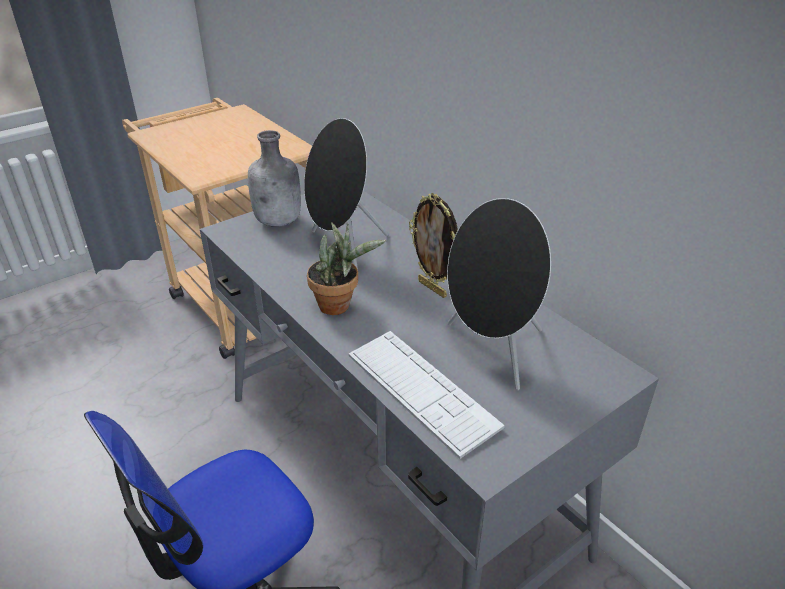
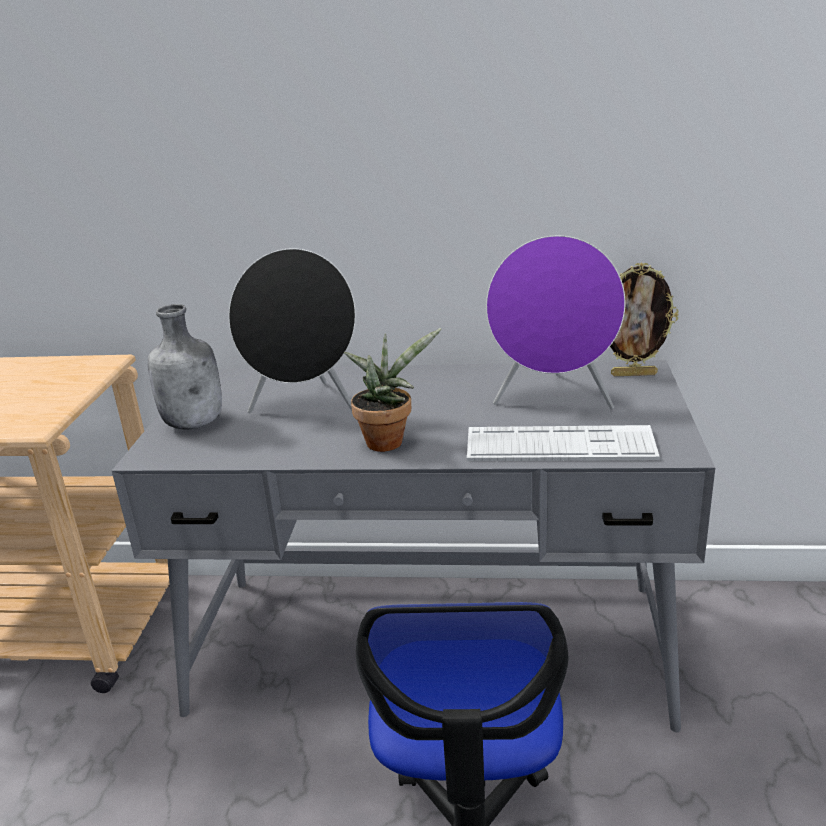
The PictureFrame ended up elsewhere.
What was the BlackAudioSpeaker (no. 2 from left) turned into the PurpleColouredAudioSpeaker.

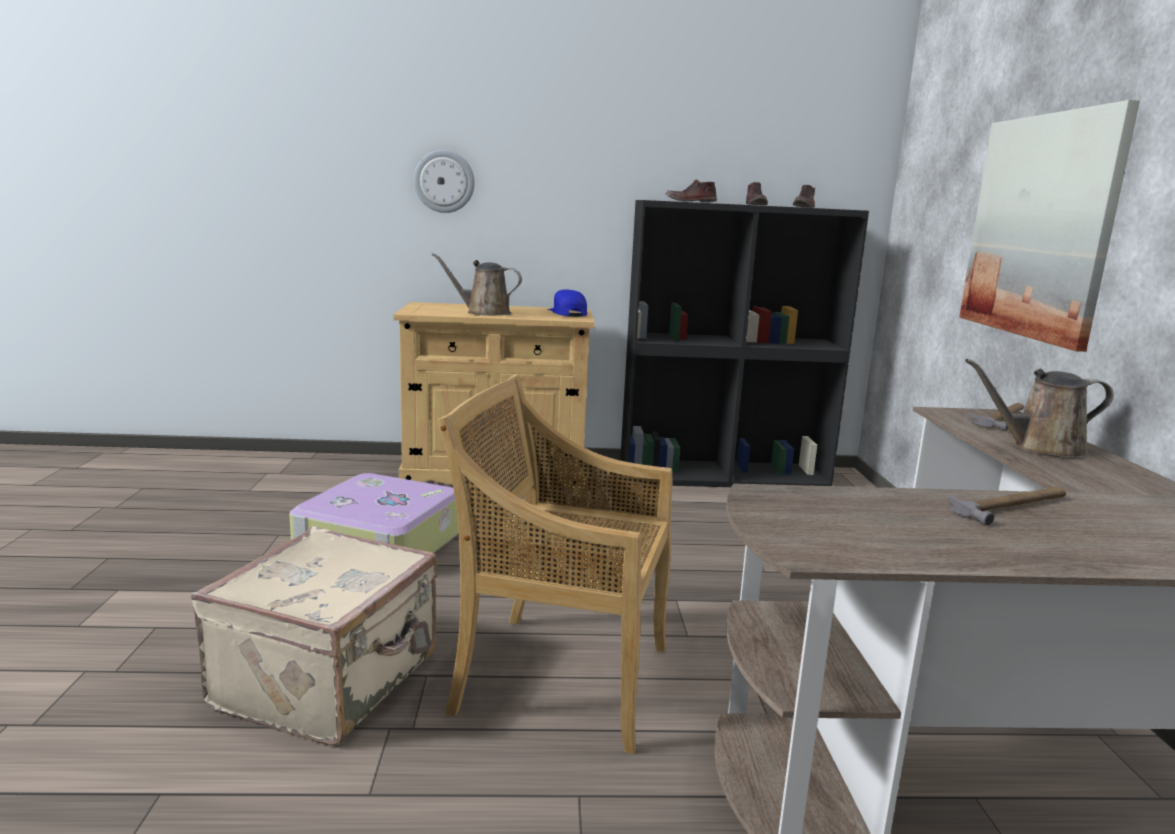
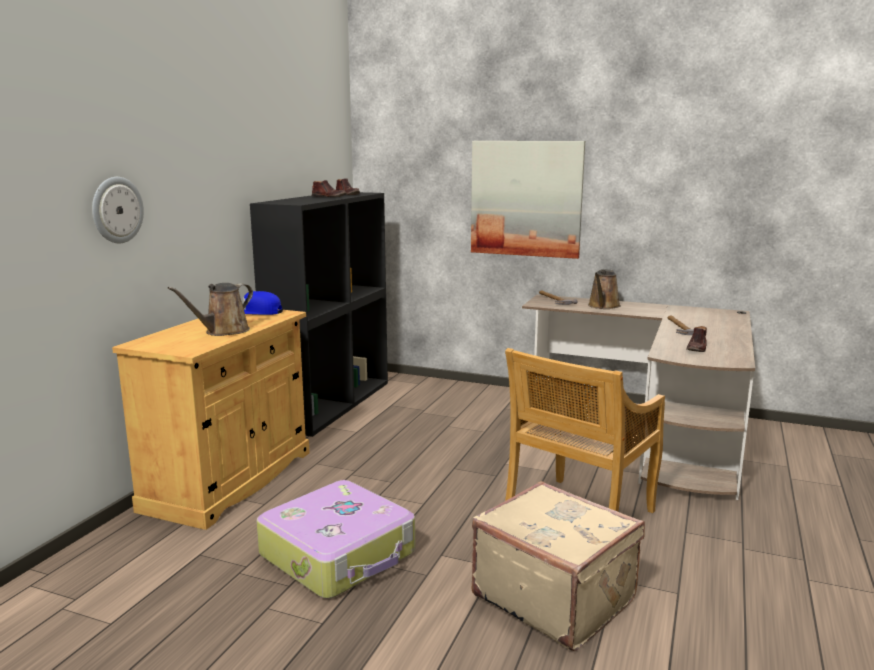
The BrownishShoe (no. 1 from left in the first image) ended up elsewhere.

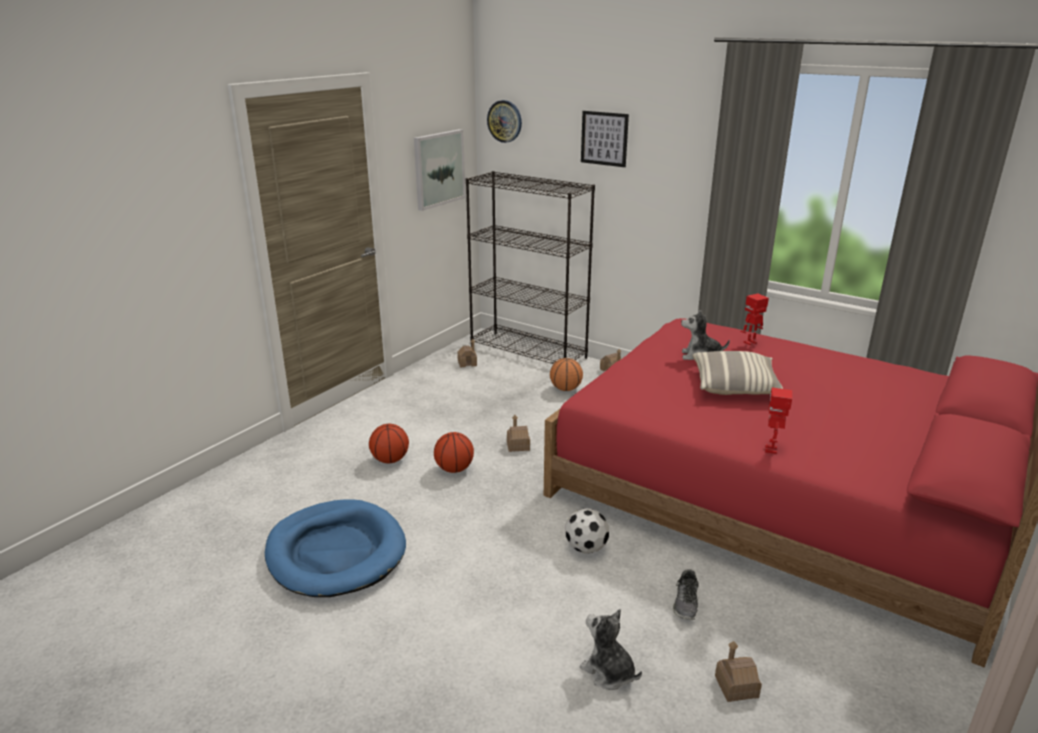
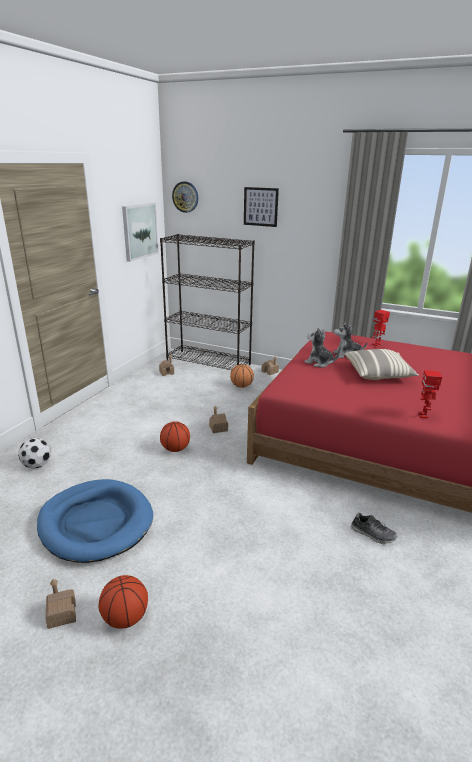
The Basketball (no. 1 from left) ended up elsewhere.
The FootballBall ended up elsewhere.
The PlushToy (no. 1 from left) ended up elsewhere.
The MiniatureHouse (no. 4 from left in the first image) ended up elsewhere.
The Shoe ended up facing another way, 60 degrees counterclockwise from before.

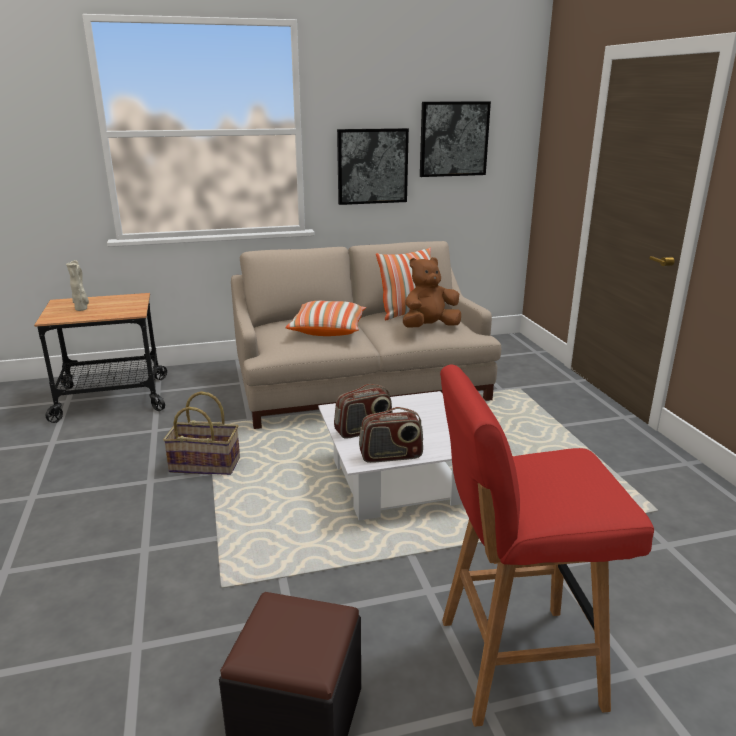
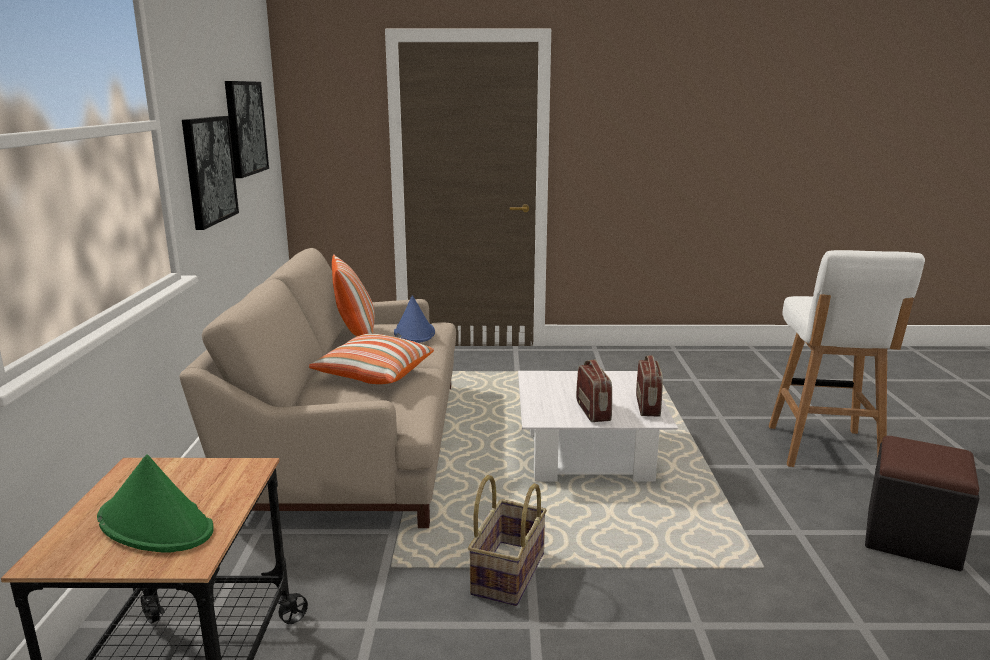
Where the BeigeColouredDecorativeVase stood, the GreenWearableHat came to stand.
Where the BrownishPlushToy stood, the BluishWearableHat came to stand.
What was the RedColouredSittingStool turned into the WhiteSittingStool.

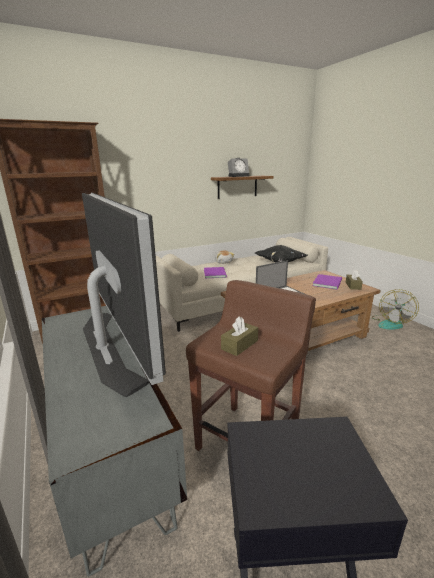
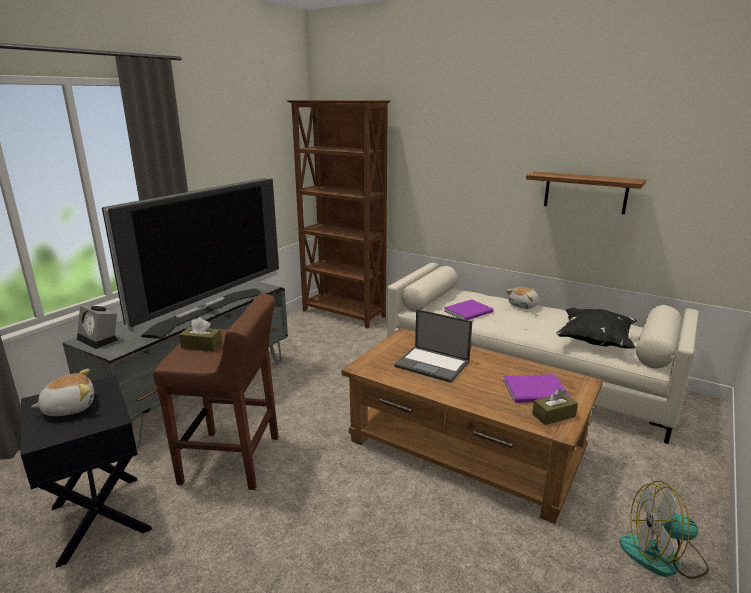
The second view gained the PlushToy (no. 1 from left).
The TableClock ended up elsewhere.

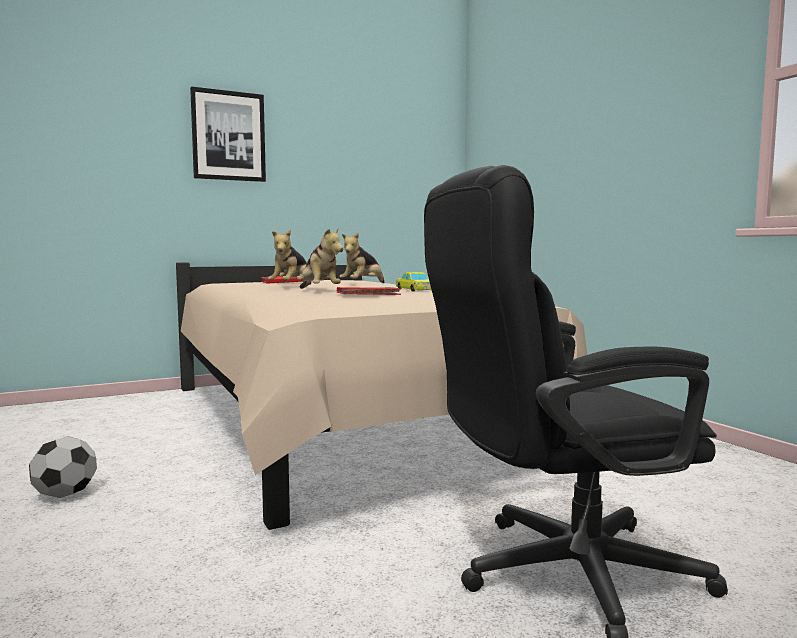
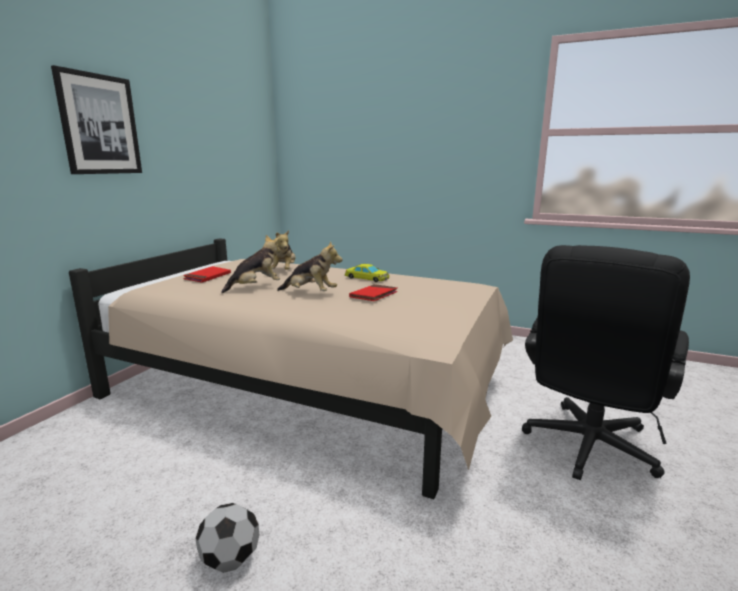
The PlushToy (no. 1 from left) ended up facing another way, 105 degrees counterclockwise from before.

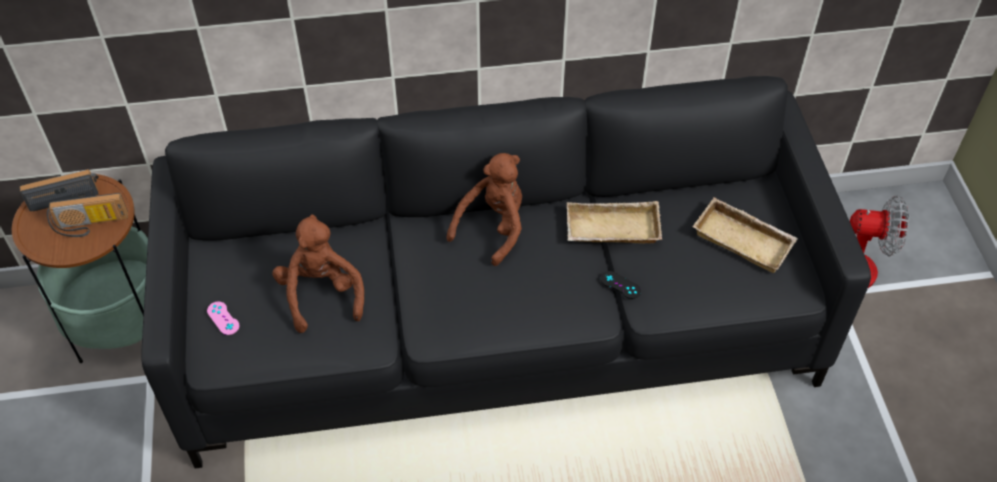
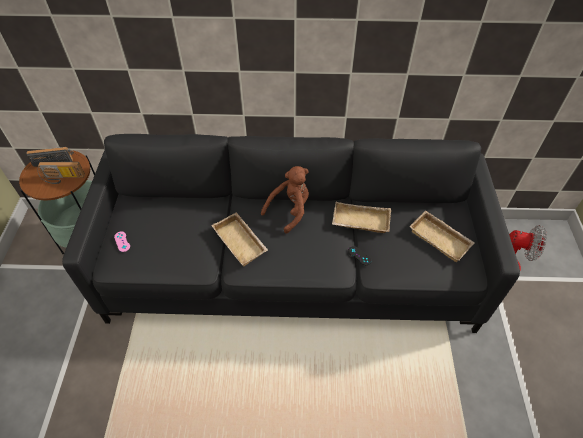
The second view lost the BrownishPlushToy (no. 1 from left).
The second view gained the BeigeColouredTray (no. 1 from left).

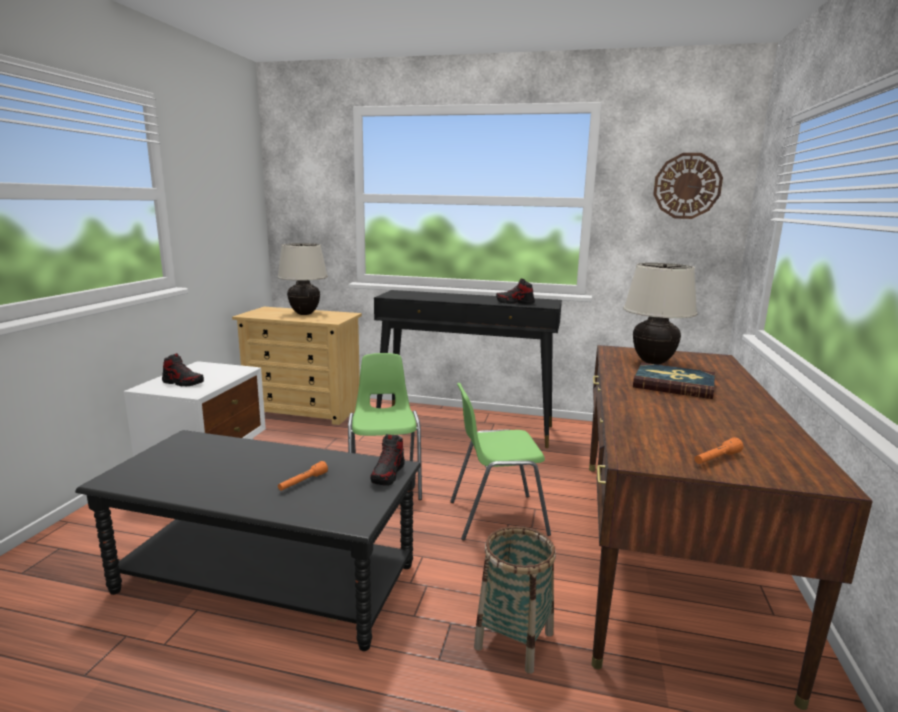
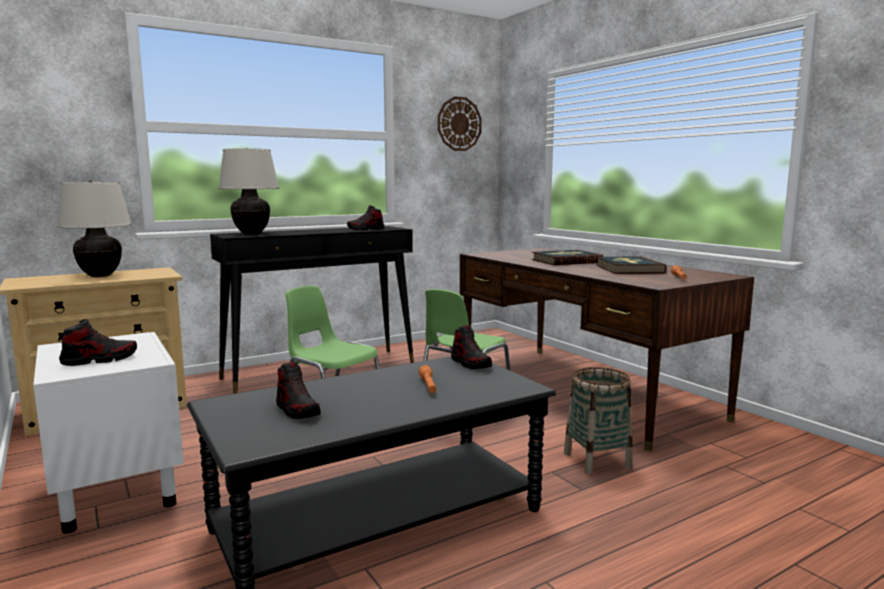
The second view gained the Shoe (no. 2 from left).
The second view gained the BoundBook (no. 2 from left).
The BeigeColouredLampForATable (no. 2 from left) ended up elsewhere.

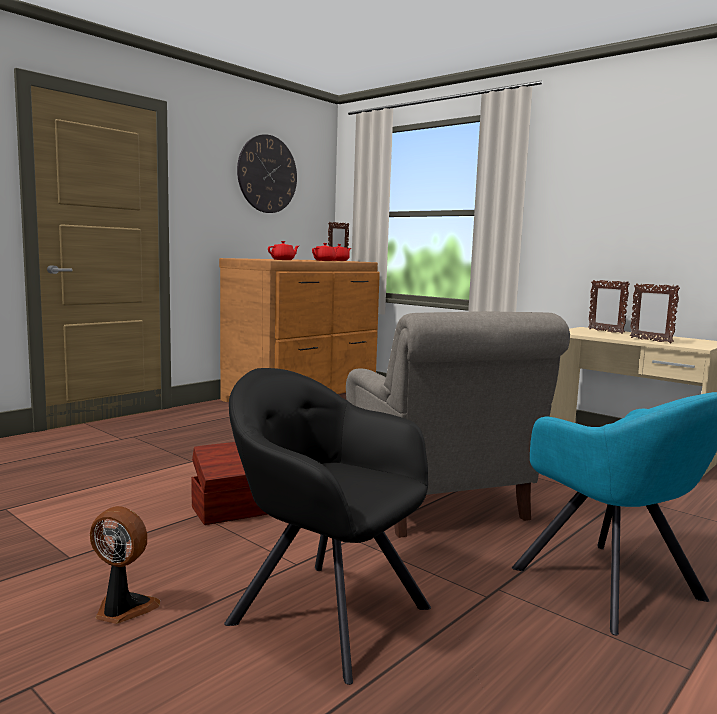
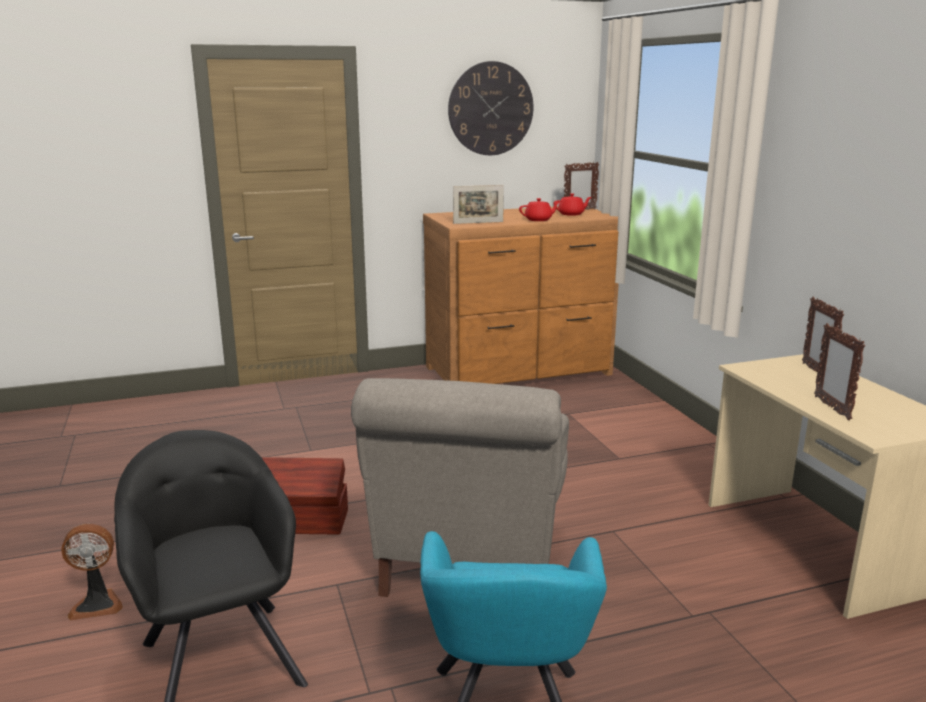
Where the RedColouredTeaPot (no. 1 from left) stood, the PictureFrame (no. 1 from left) came to stand.
The Fan ended up facing another way, 120 degrees clockwise from before.

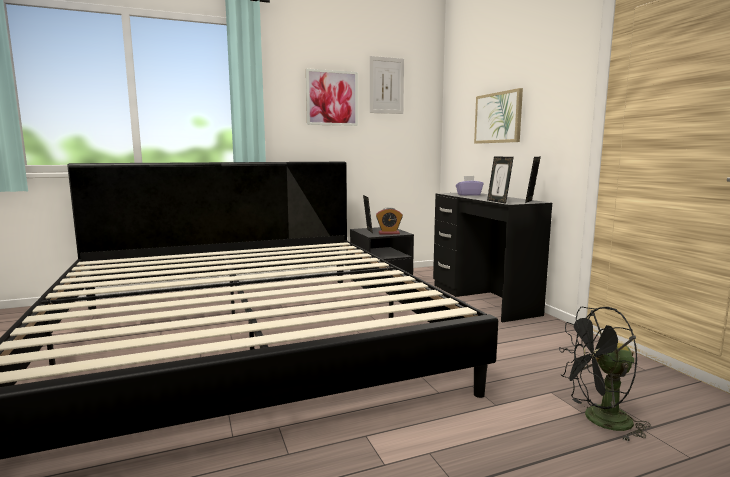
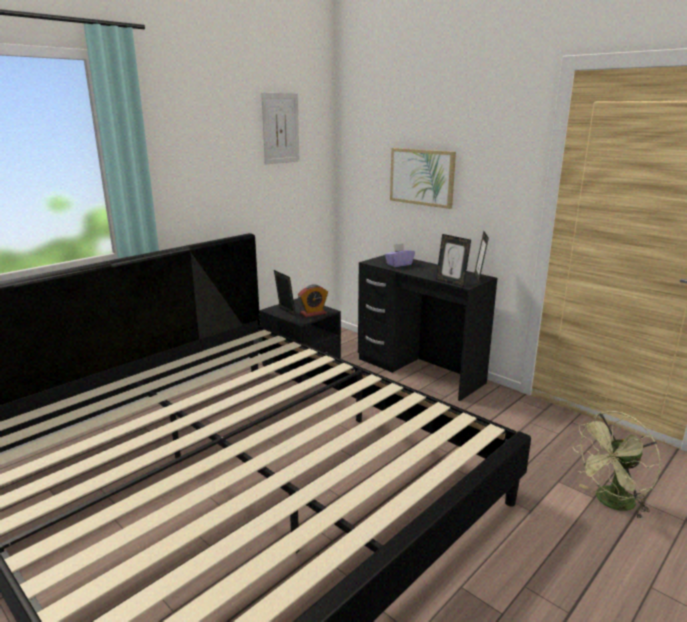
The second view lost the WallArt (no. 1 from left).
What was the BlackFan turned into the GreenFan.

